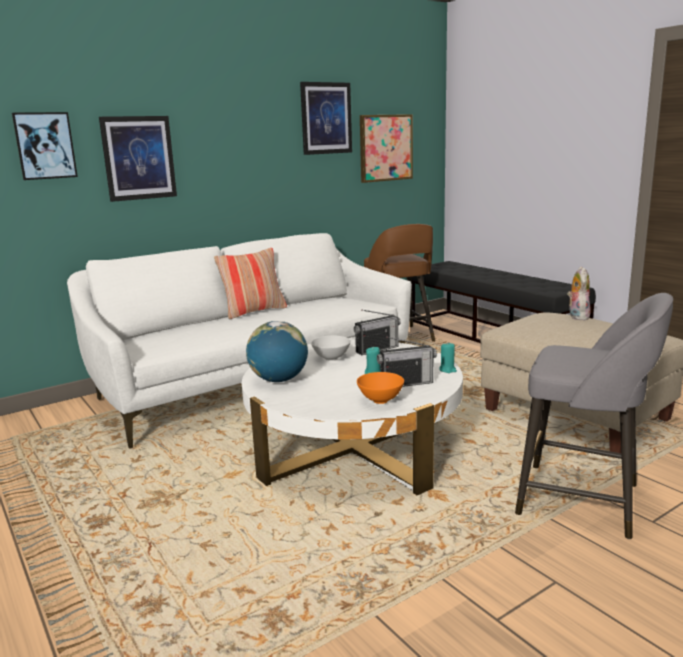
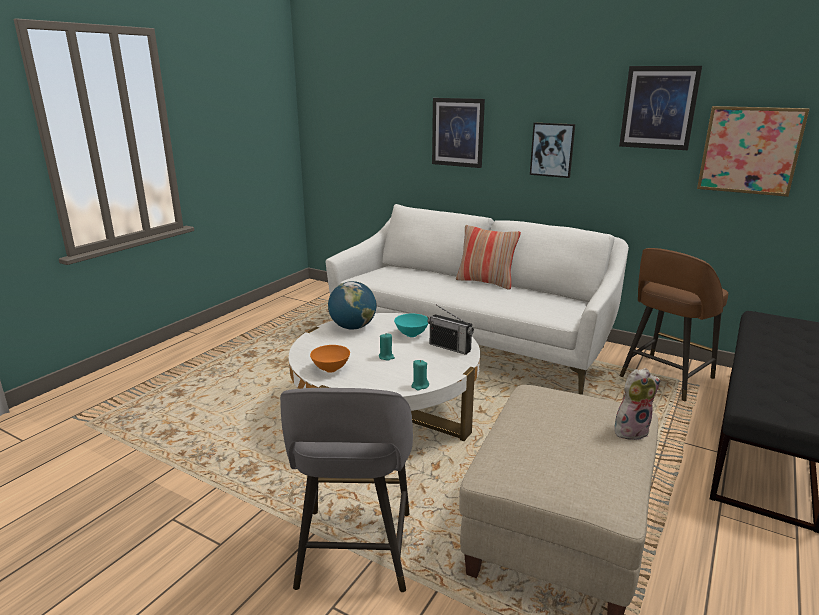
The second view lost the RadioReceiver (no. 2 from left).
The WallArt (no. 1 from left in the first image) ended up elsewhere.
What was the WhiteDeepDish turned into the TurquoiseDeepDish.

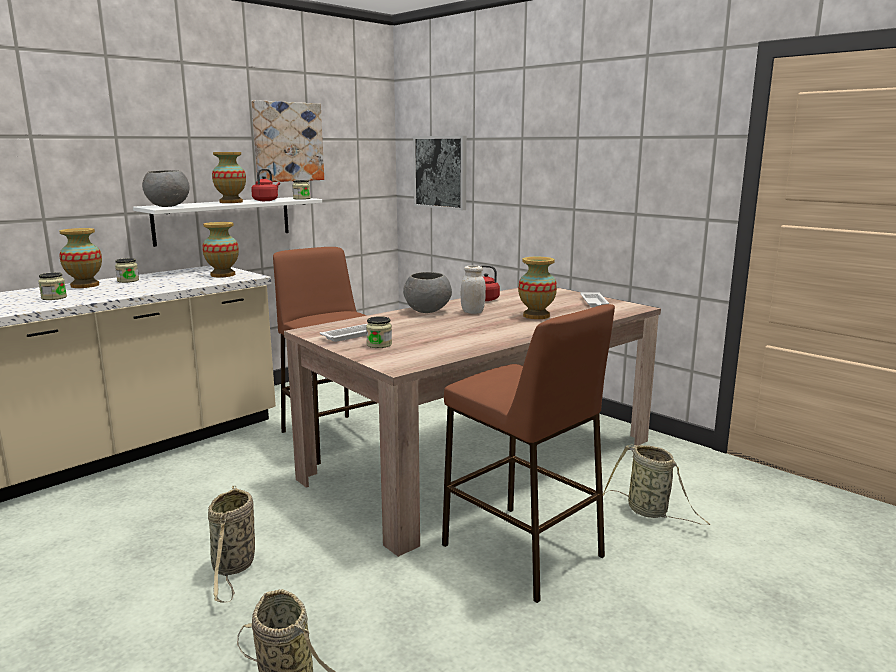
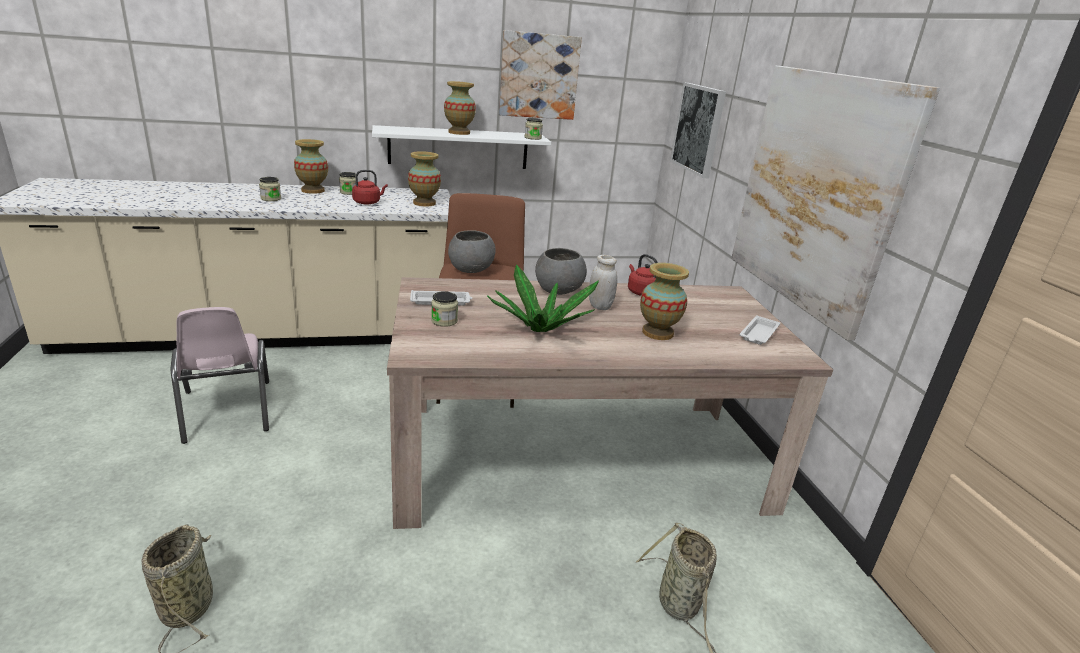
The second view lost the Basket (no. 1 from left).
The second view lost the BrownishSittingStool (no. 2 from left).
The second view gained the PinkishUprightChair.
The second view gained the Houseplant.
The second view gained the WallArt (no. 3 from left).
The GreyishDeepDish (no. 1 from left) ended up elsewhere.
The RedColouredKettle (no. 1 from left) ended up elsewhere.

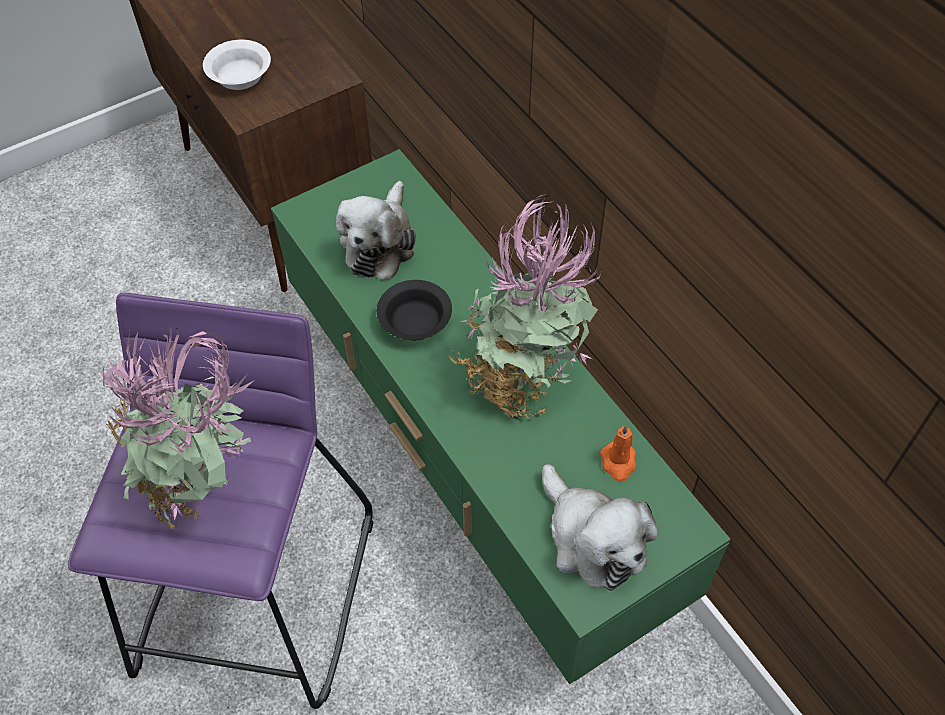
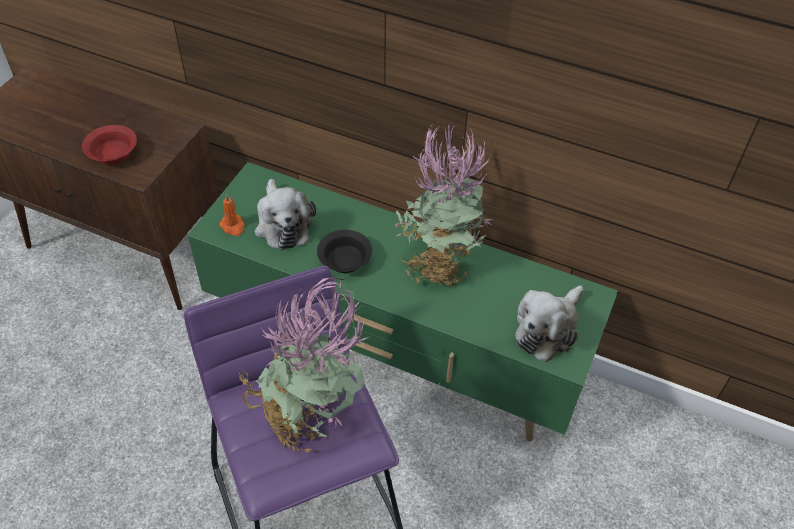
The OrangeyWaxCandle ended up elsewhere.
What was the WhiteDeepDish turned into the RedColouredDeepDish.
The PlushToy (no. 2 from left) ended up facing another way, 105 degrees clockwise from before.

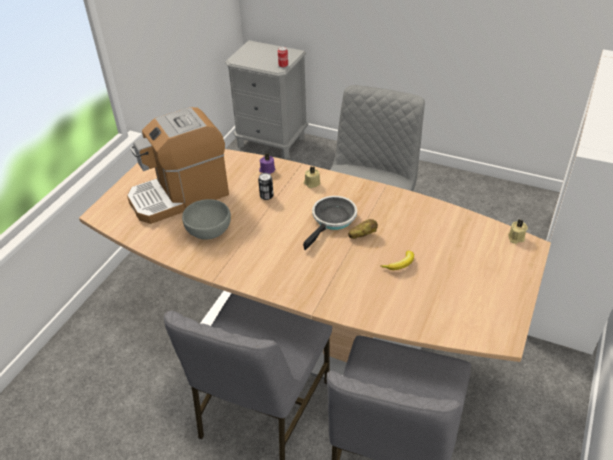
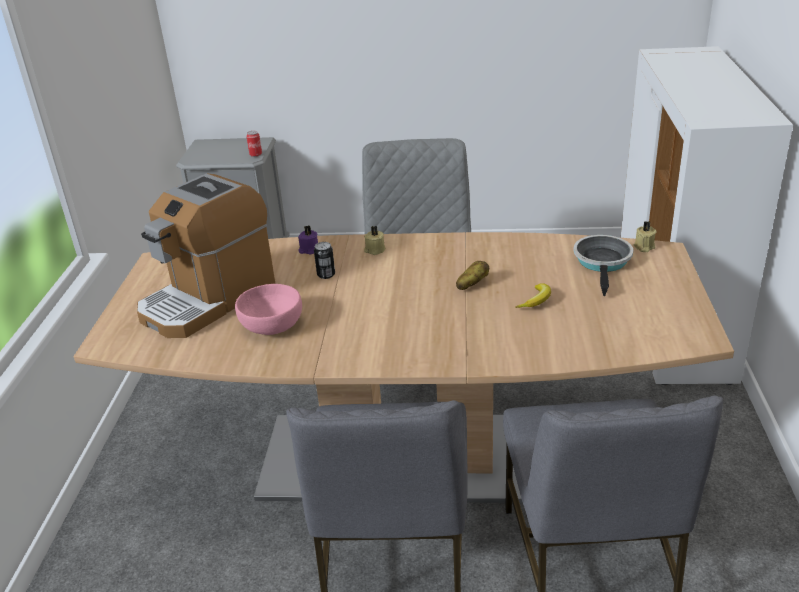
The Skillet ended up elsewhere.
What was the GreyishDeepDish turned into the PinkishDeepDish.

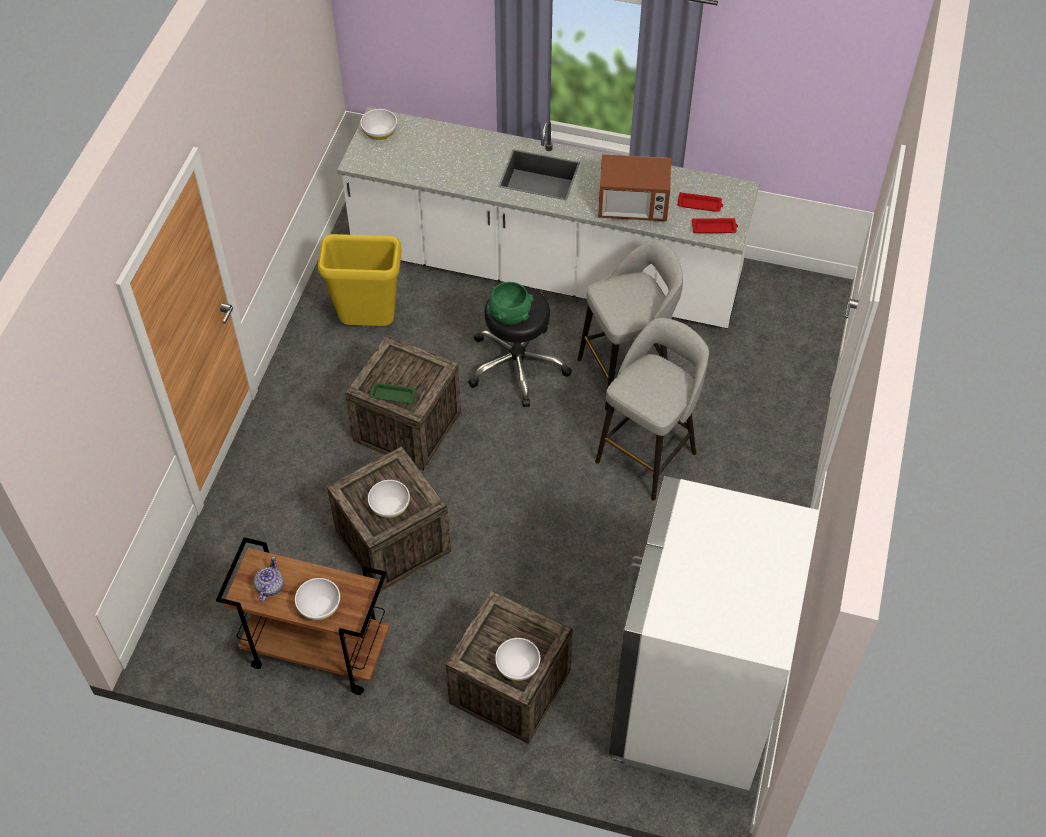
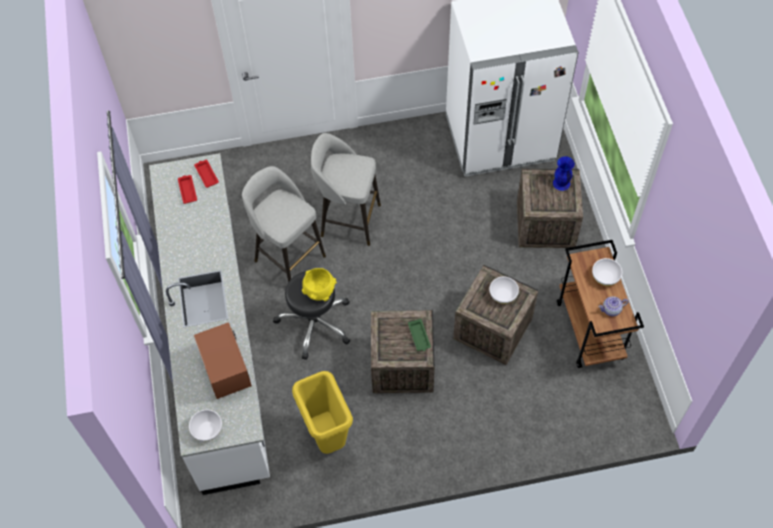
The Microwave ended up elsewhere.
Where the WhiteDeepDish (no. 4 from left) stood, the BluishDecorativeVase came to stand.
What was the GreenDeepDish turned into the YellowDeepDish.

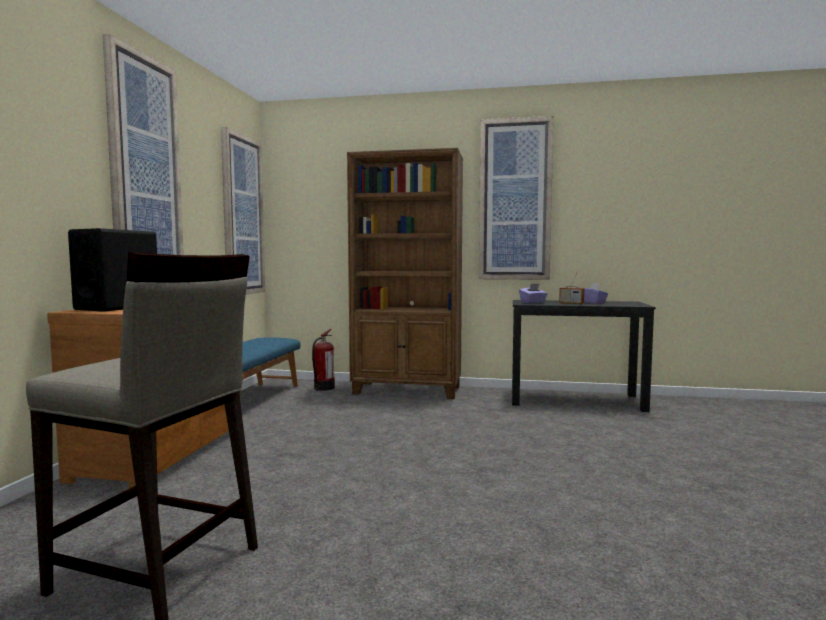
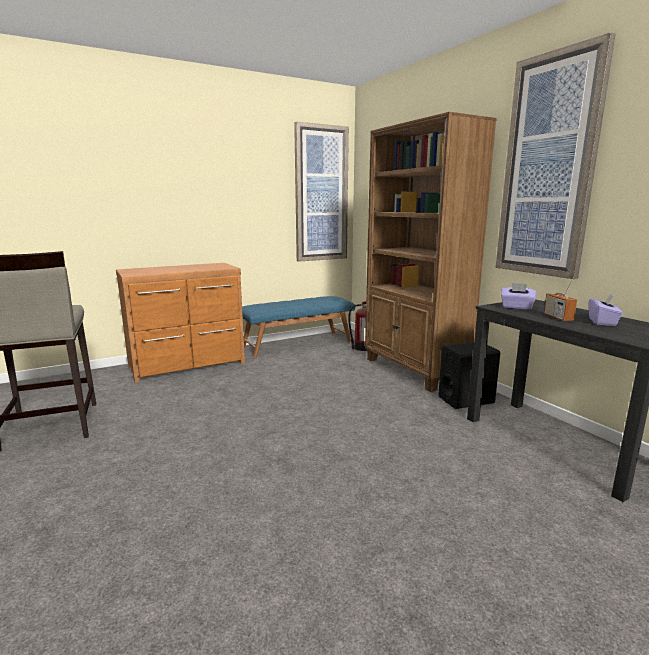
The second view lost the WallArt (no. 1 from left).
The BlackAudioSpeaker ended up elsewhere.

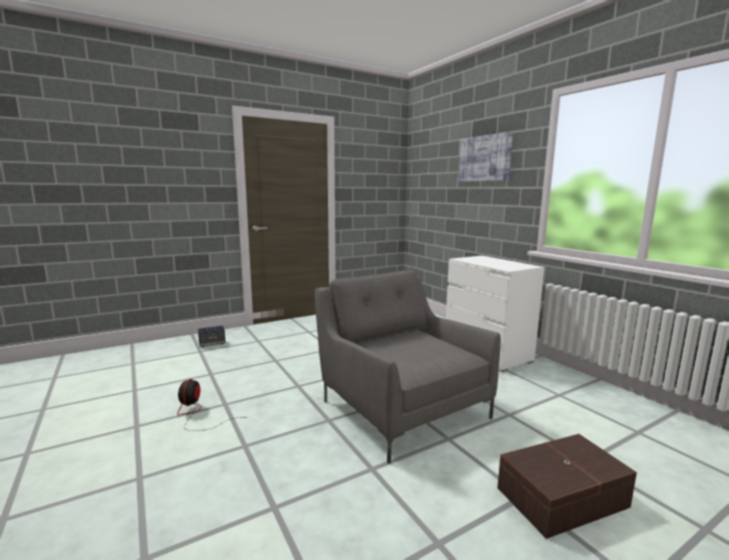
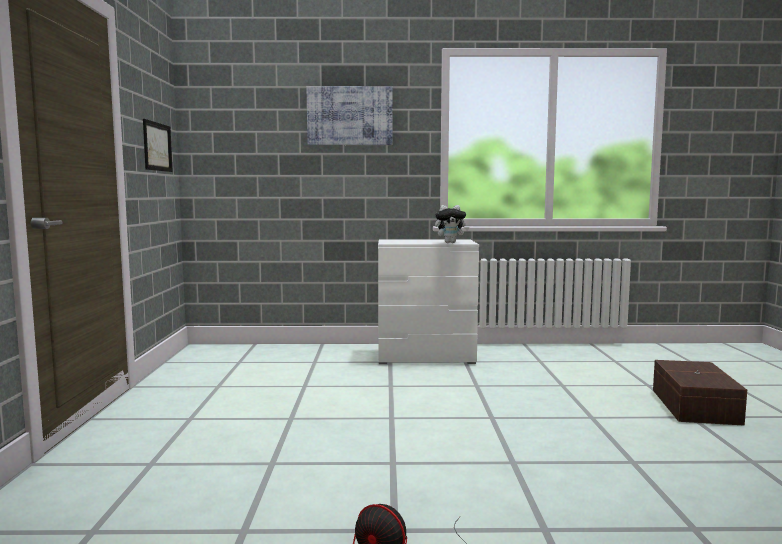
The second view lost the AudioSpeaker.
The second view lost the GreyishLoungeChair.
The second view gained the WallArt (no. 1 from left).
The second view gained the PlushToy.

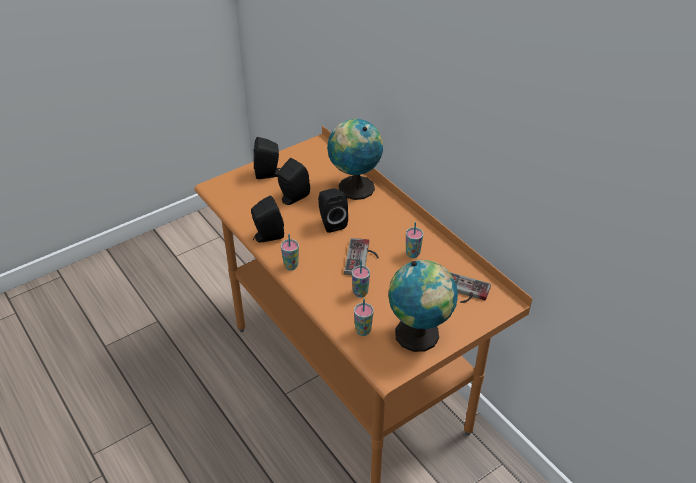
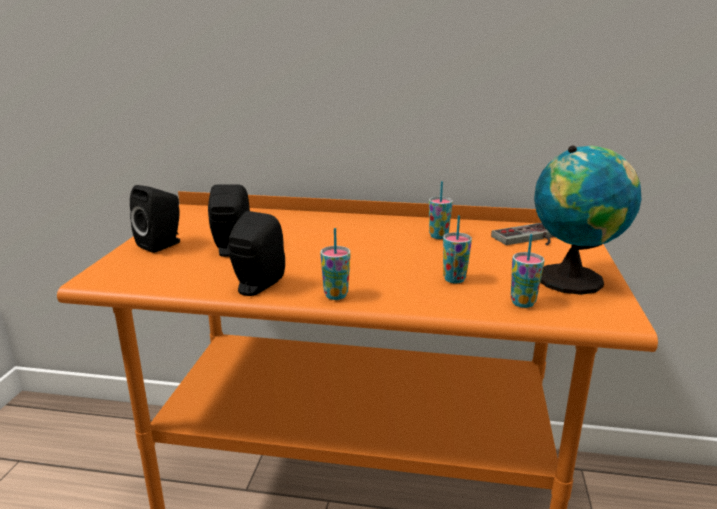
The second view lost the BlackAudioSpeaker (no. 4 from left).
The second view lost the DeskGlobe (no. 1 from left).
The second view lost the Gamepad (no. 1 from left).

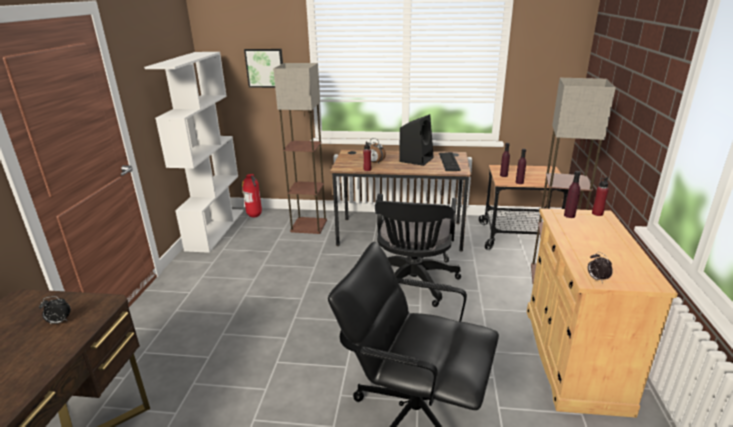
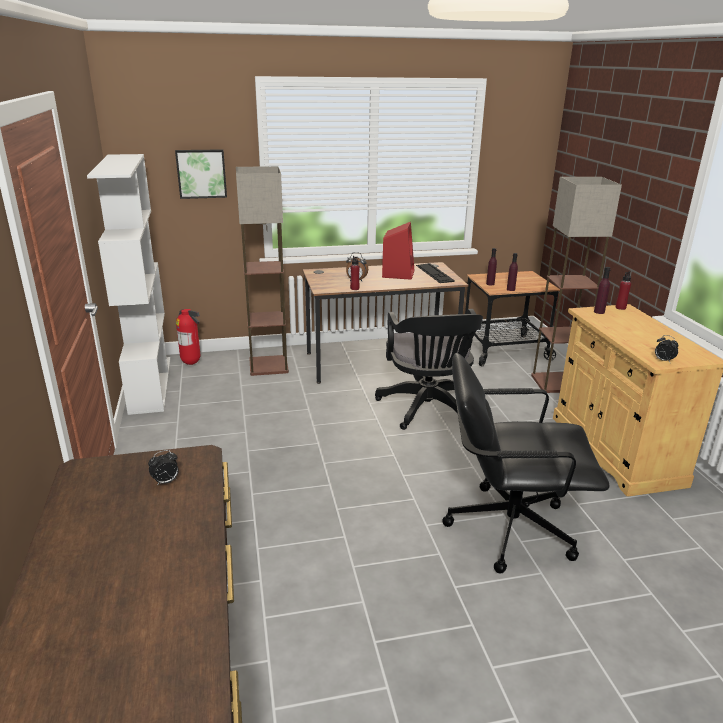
What was the BlackAudioSpeaker turned into the RedColouredAudioSpeaker.

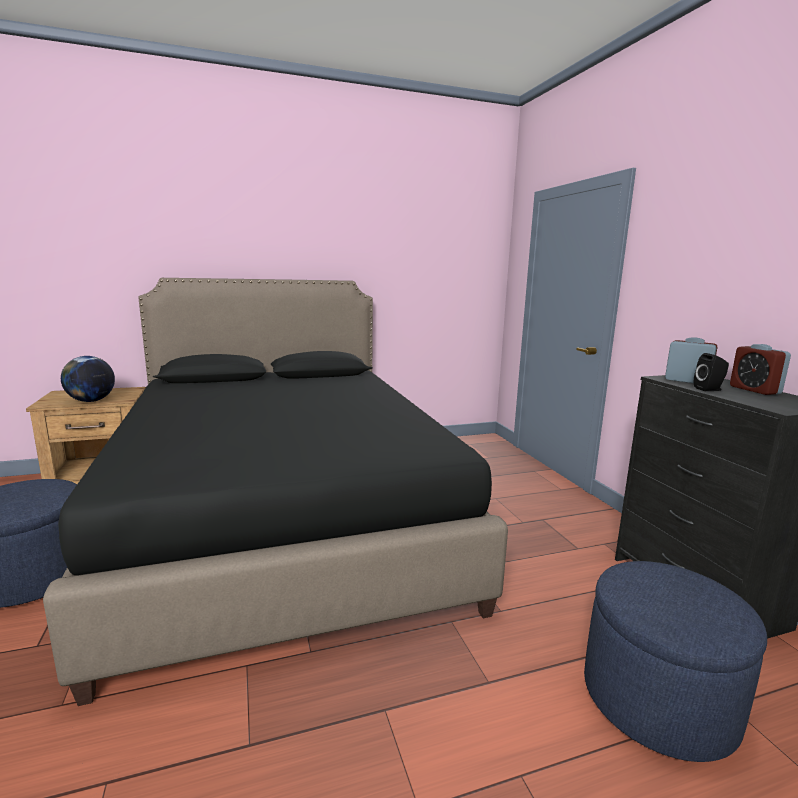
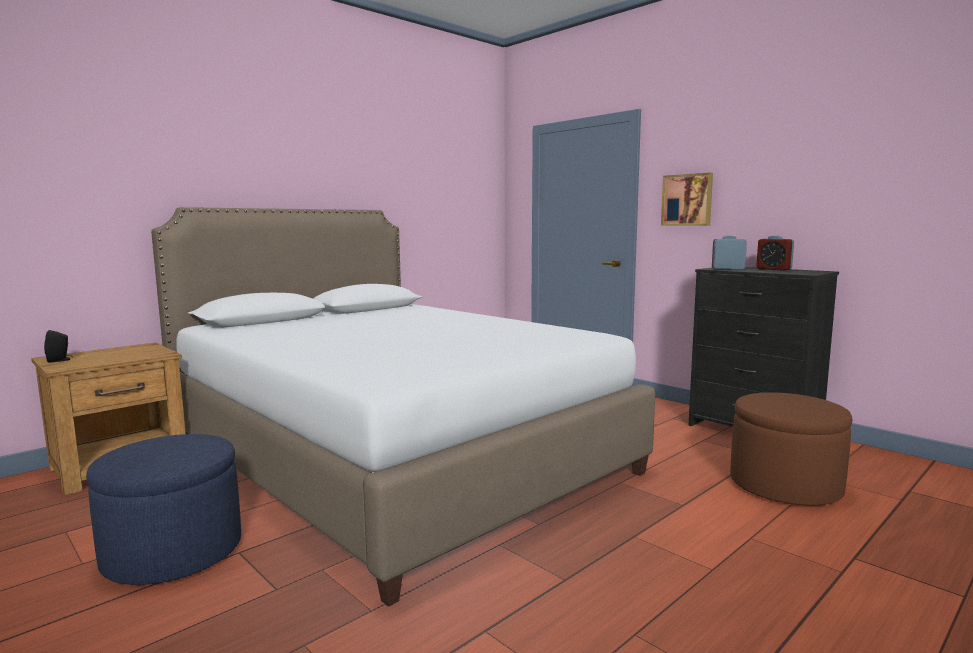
The second view lost the DeskGlobe.
The second view gained the WallArt.
The BlackAudioSpeaker ended up elsewhere.
What was the BlackBedroomBed turned into the WhiteBedroomBed.
What was the BluishPouffe (no. 2 from left) turned into the BrownishPouffe.

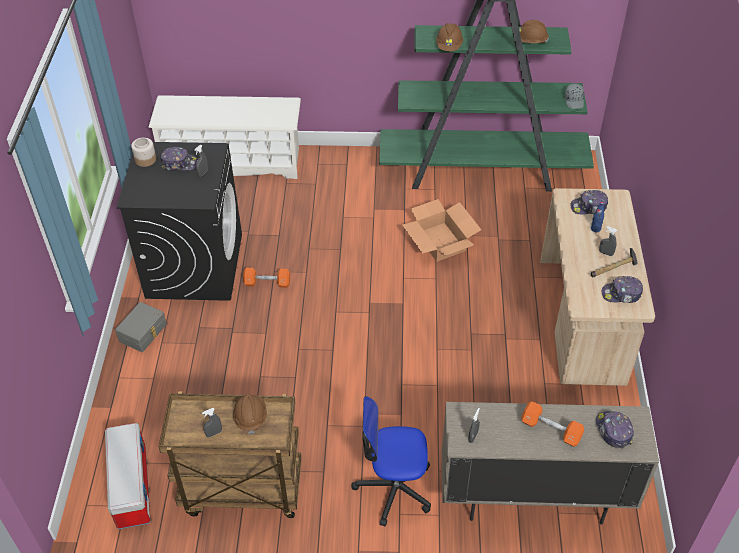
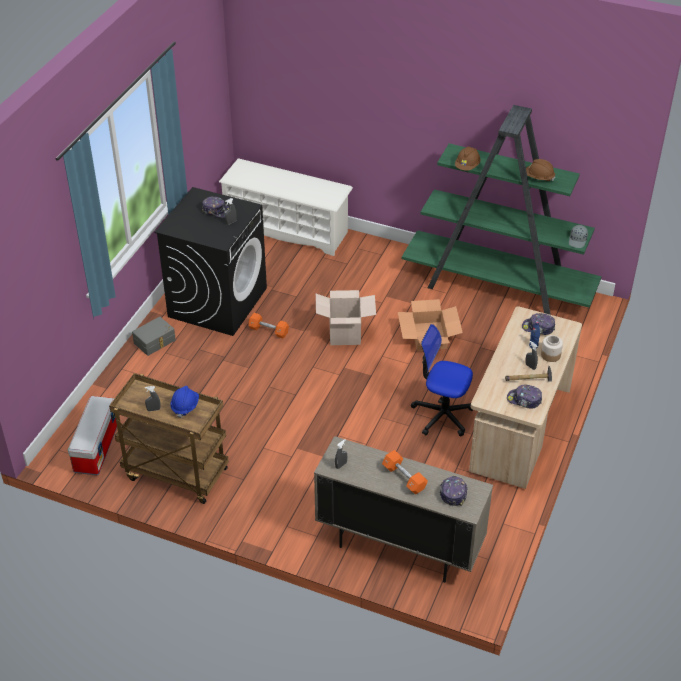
The second view gained the CardboardBox (no. 1 from left).
The PreserveJar ended up elsewhere.
The DeskChair ended up elsewhere.
What was the BrownishSafetyHelmet (no. 1 from left) turned into the BluishSafetyHelmet.

